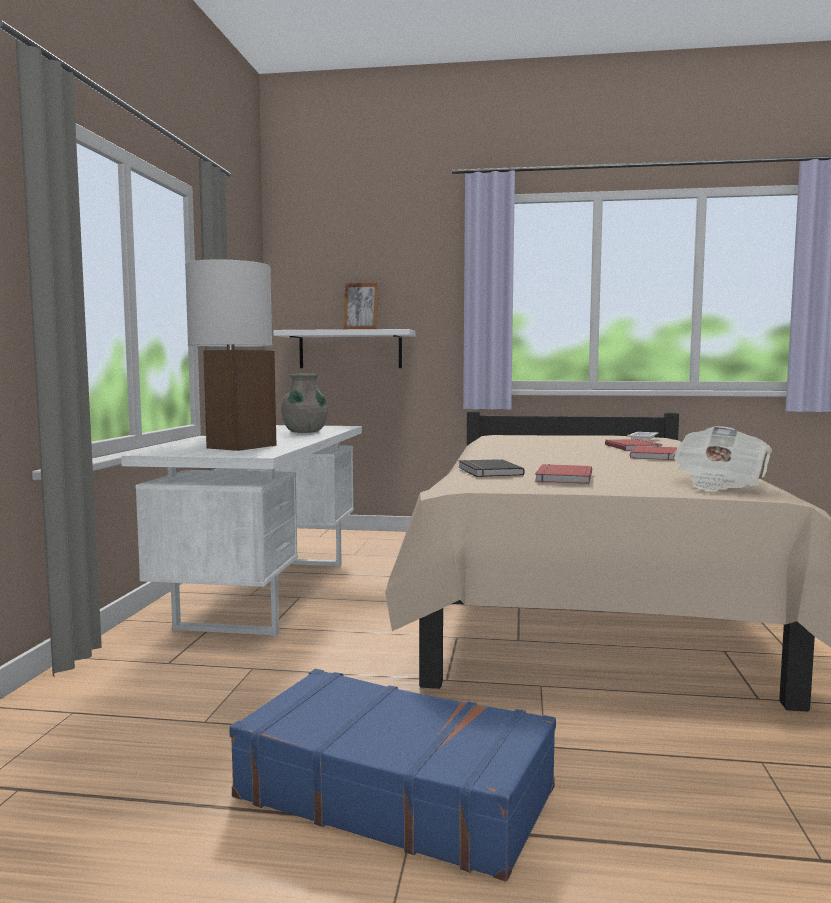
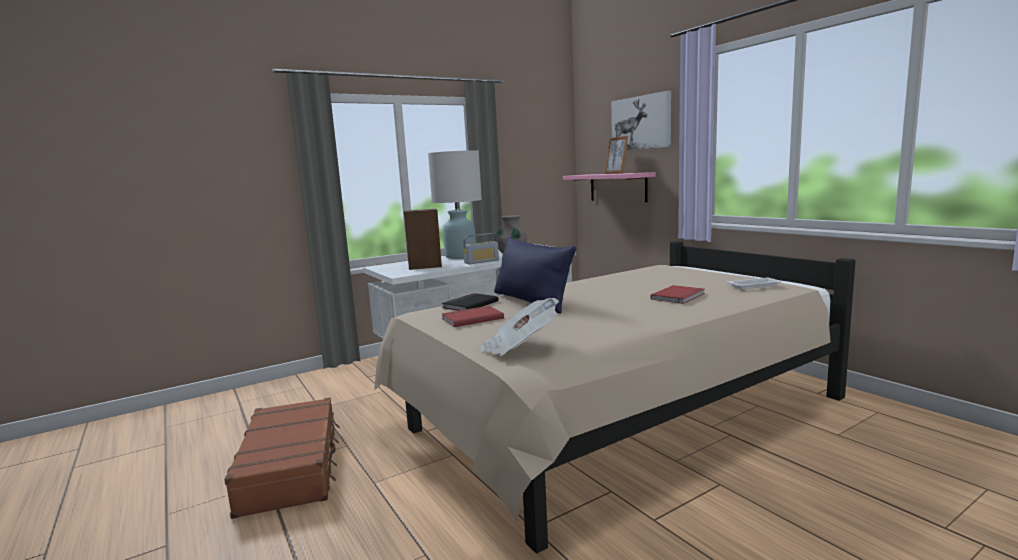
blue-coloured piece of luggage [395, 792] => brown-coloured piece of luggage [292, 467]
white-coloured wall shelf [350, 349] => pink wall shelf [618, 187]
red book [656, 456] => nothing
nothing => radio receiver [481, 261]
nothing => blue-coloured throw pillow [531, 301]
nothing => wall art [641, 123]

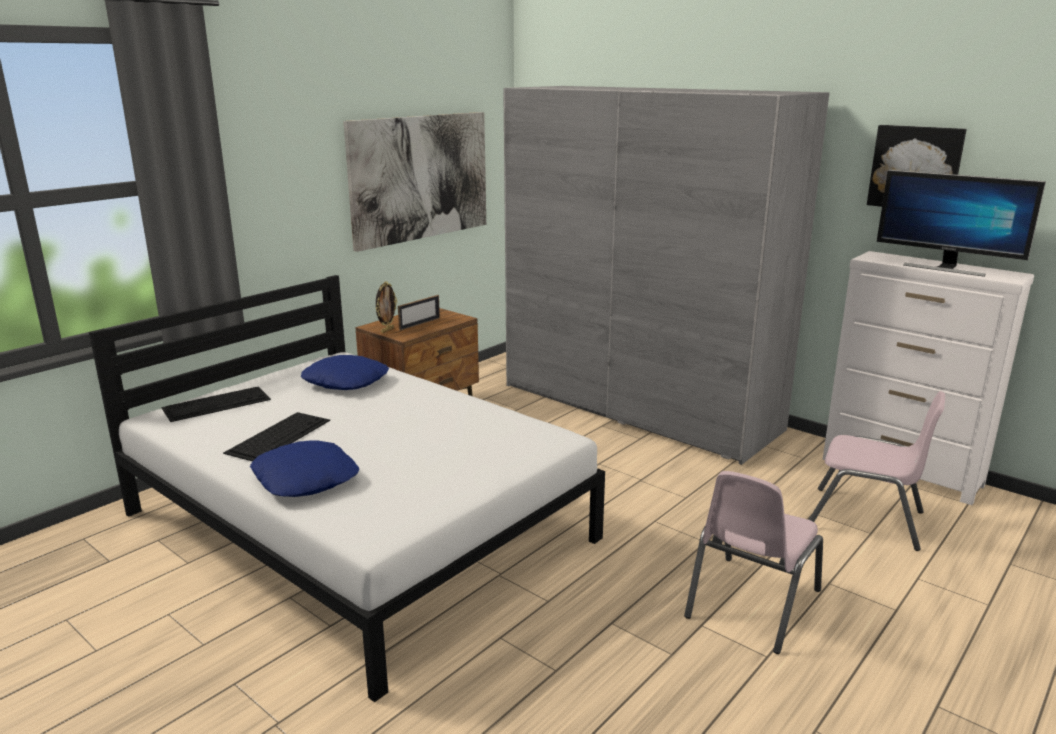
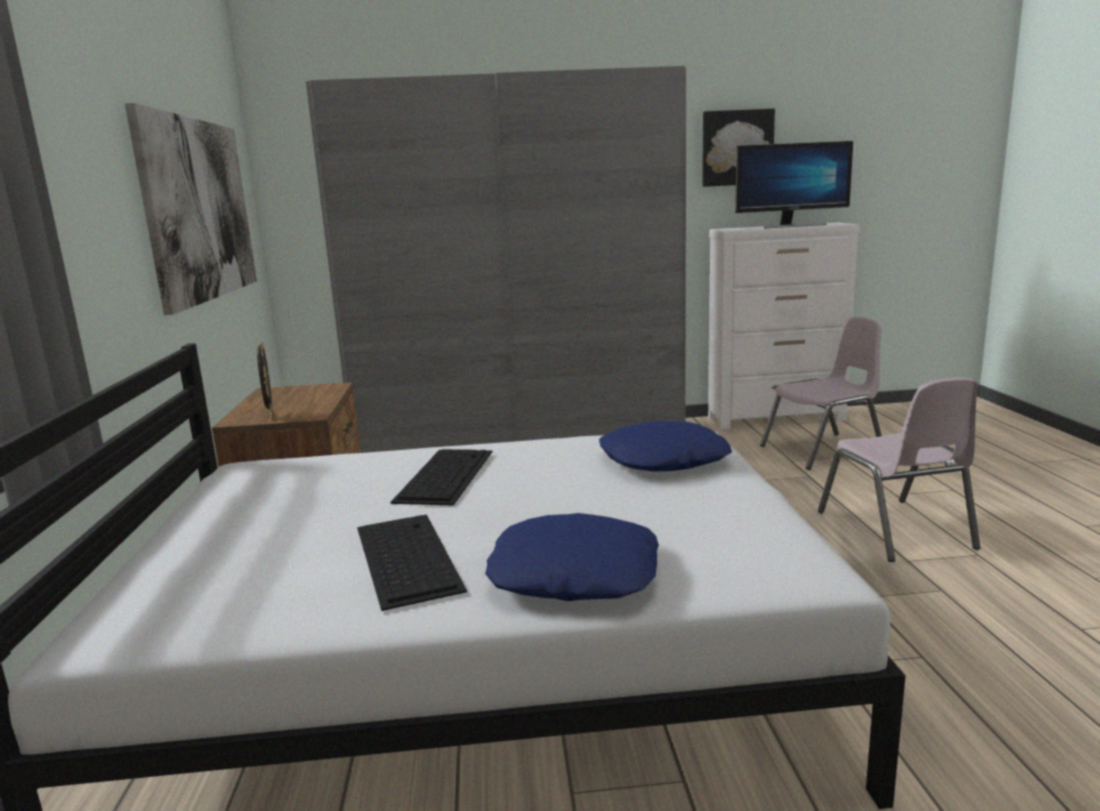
computer keyboard [217, 403] => computer keyboard [445, 475], relocated
blue-coloured throw pillow [346, 381] => blue-coloured throw pillow [663, 459], relocated
photo frame [419, 324] => nothing

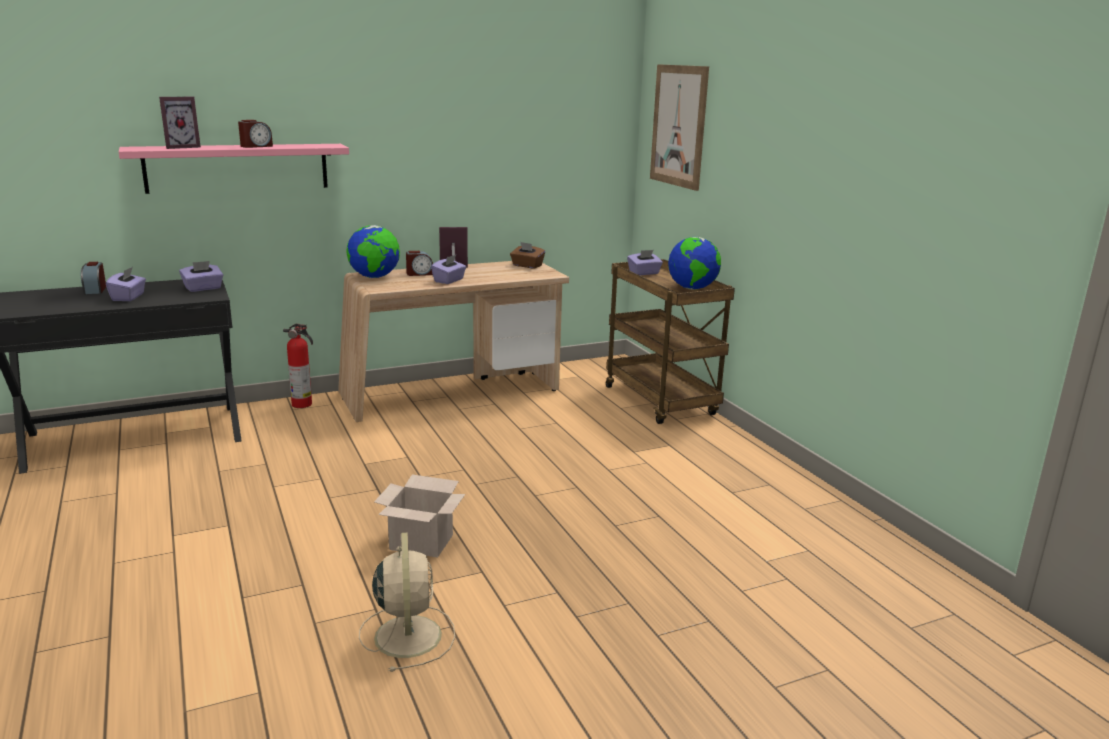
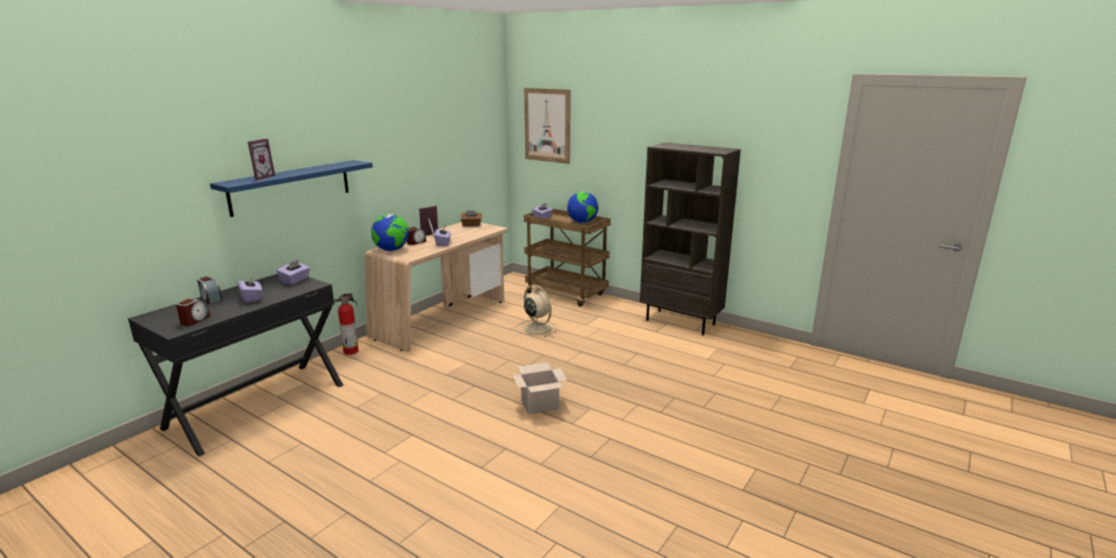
pink wall shelf [237, 167] => blue-coloured wall shelf [291, 187]
table clock [256, 146] => table clock [194, 320], relocated
sand-coloured electric fan [408, 634] => sand-coloured electric fan [536, 328], relocated
nothing => brown-coloured shelving unit [681, 322]

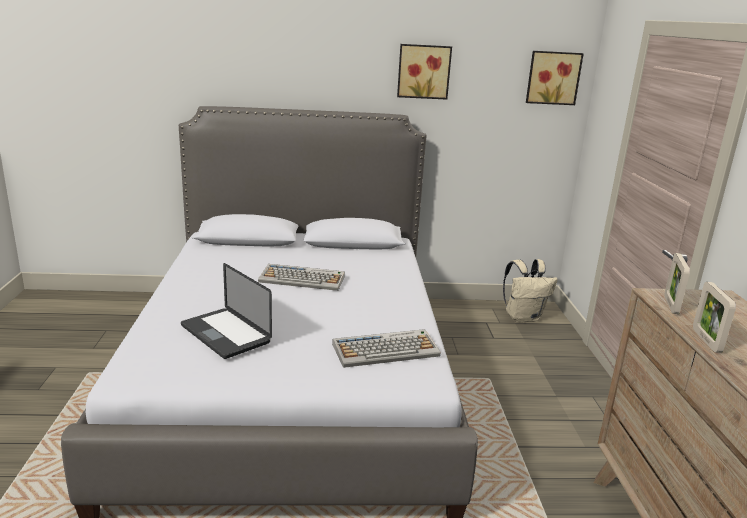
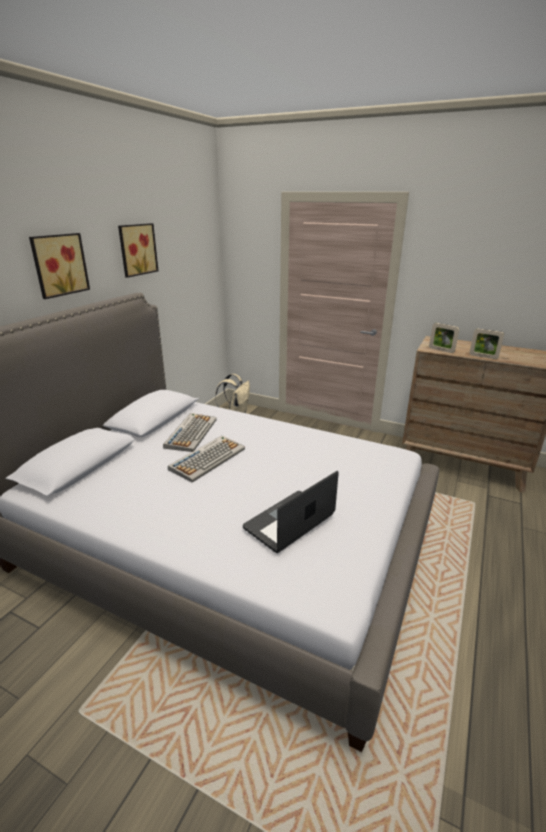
laptop [225, 334] => laptop [289, 521], 150 degrees clockwise
computer keyboard [386, 350] => computer keyboard [191, 433], relocated
wall art [553, 78] => wall art [58, 265], relocated

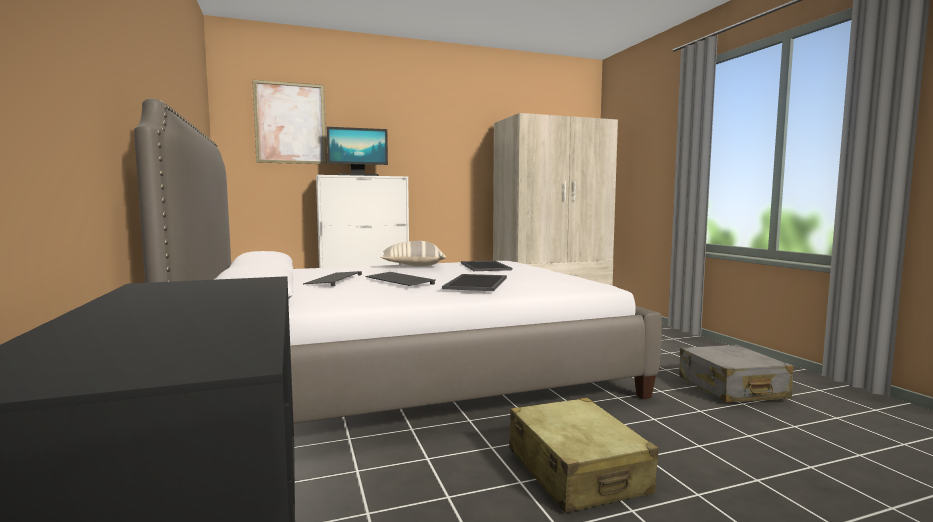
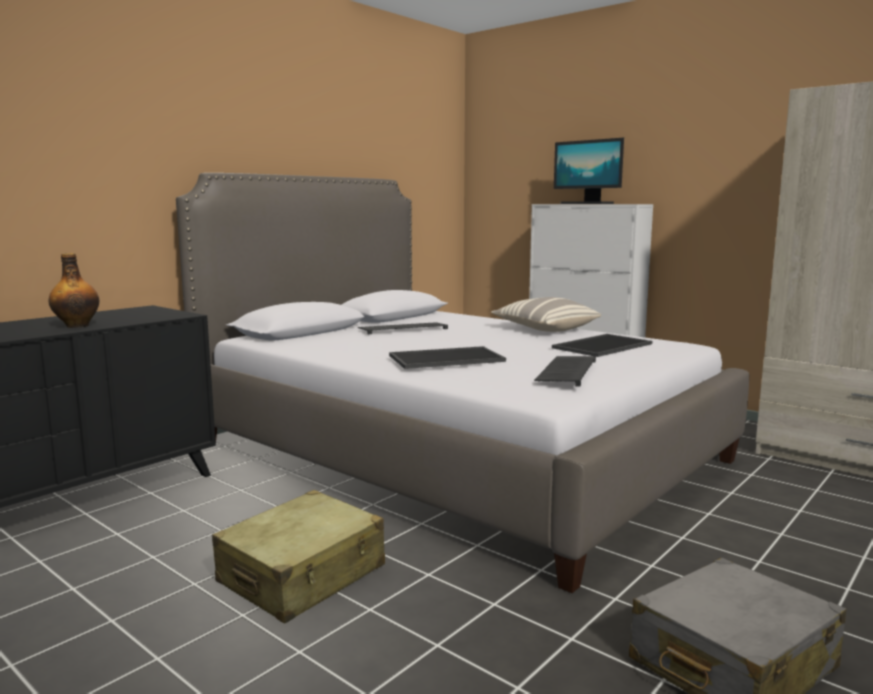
wall art [290, 123] => nothing
computer keyboard [397, 281] => computer keyboard [566, 371], relocated
nothing => bottle [77, 326]

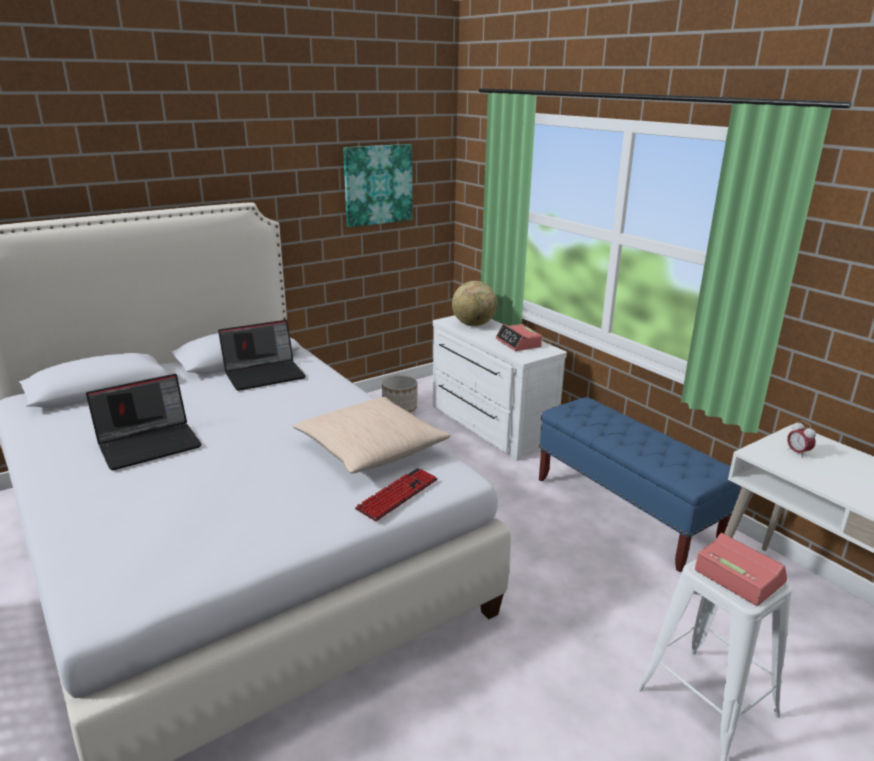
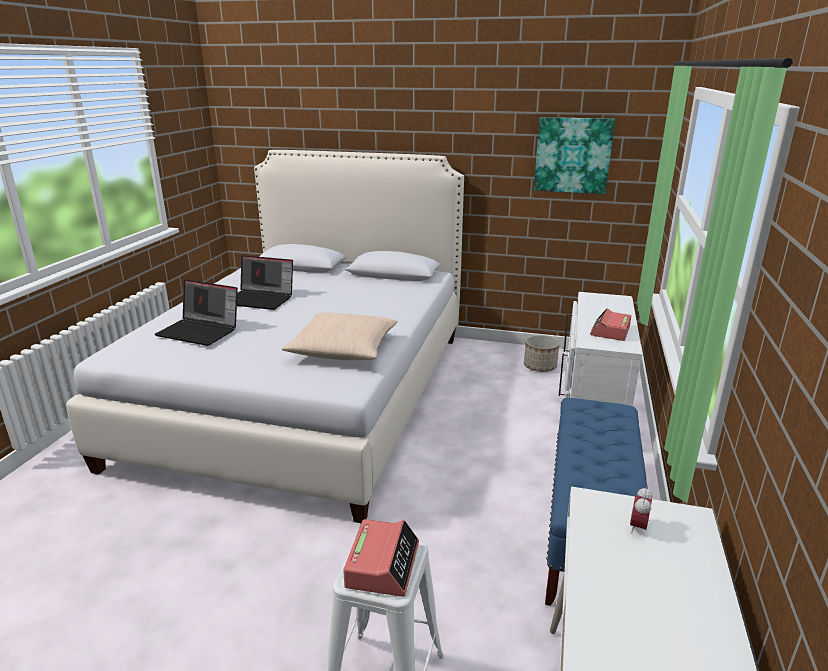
laptop [265, 374] => laptop [200, 331], relocated
computer keyboard [398, 495] => nothing
world globe [474, 324] => nothing

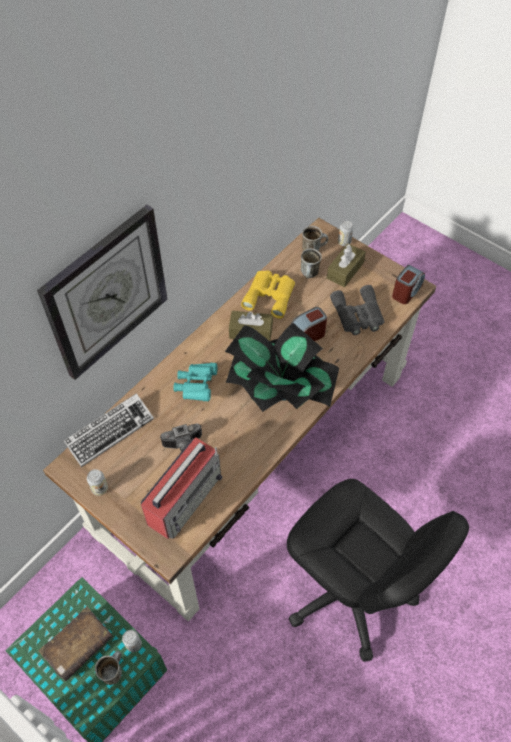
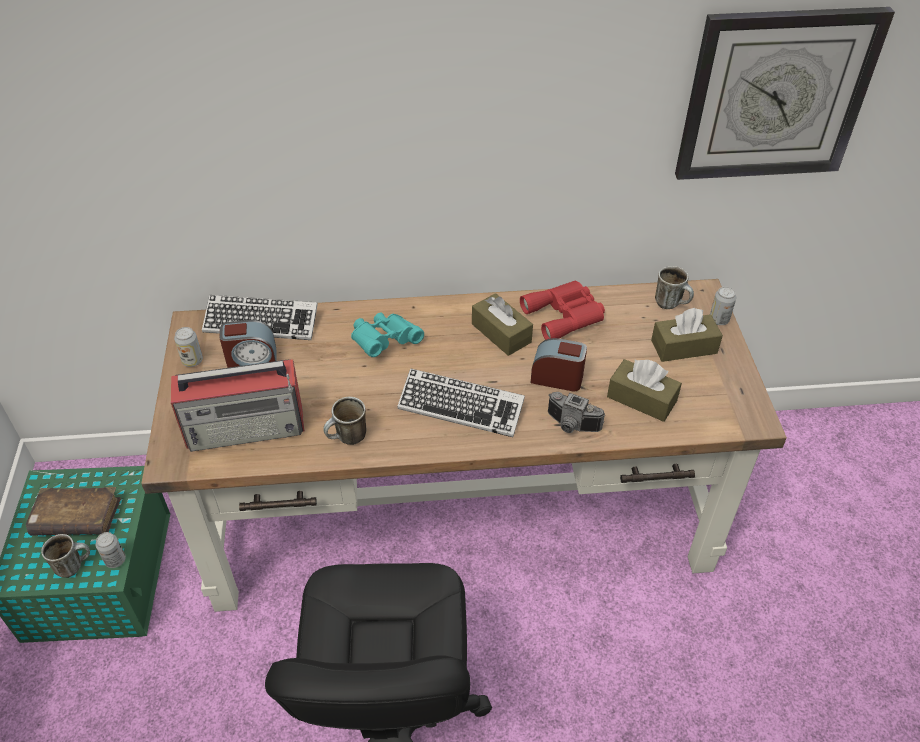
clock on the wall [106, 293] => clock on the wall [775, 95], relocated
still camera [183, 445] => still camera [571, 426], relocated
potted plant [281, 391] => computer keyboard [461, 407]
yellowish field glasses [270, 295] => red field glasses [565, 315]
mug [310, 275] => mug [347, 439], relocated
gray field glasses [357, 315] => brown-coloured tissue box [641, 399]
table clock [406, 291] => table clock [252, 359], relocated

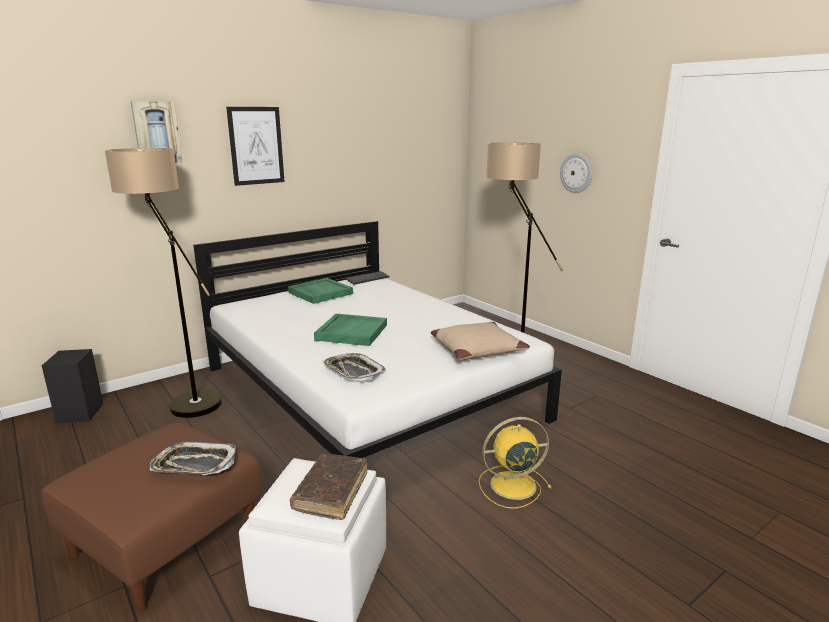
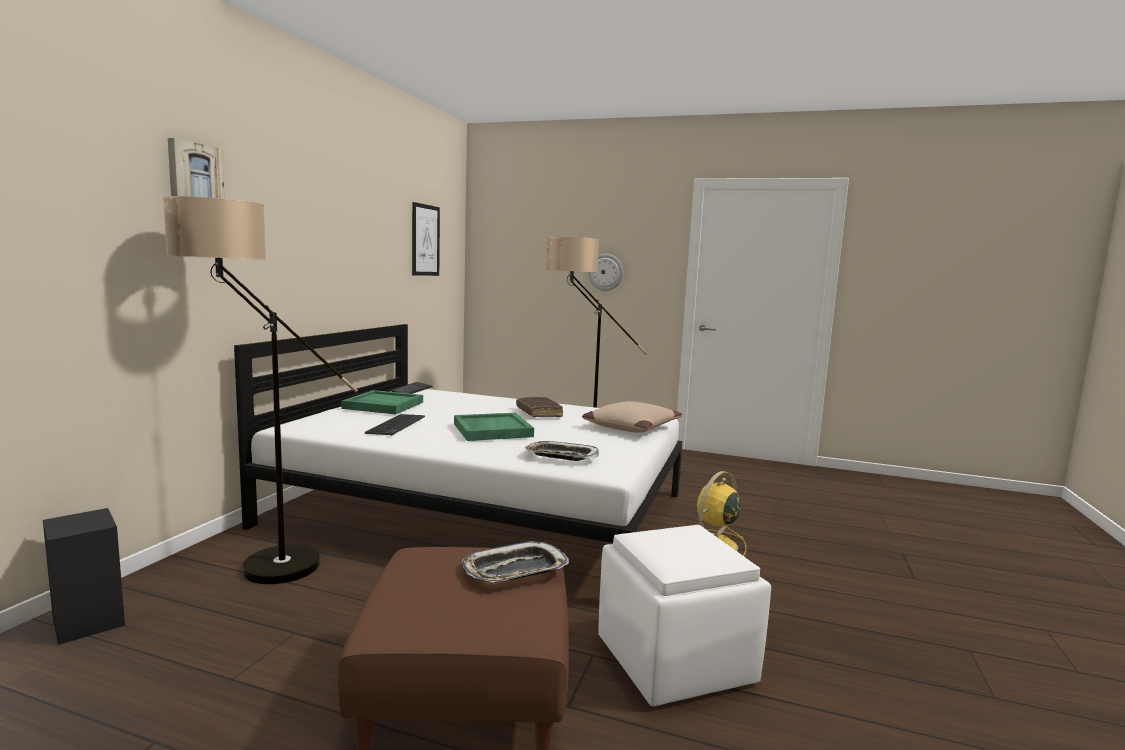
wall art [256, 146] => wall art [425, 240], relocated
brown-coloured book [331, 492] => brown-coloured book [538, 413], relocated
nothing => computer keyboard [395, 425]

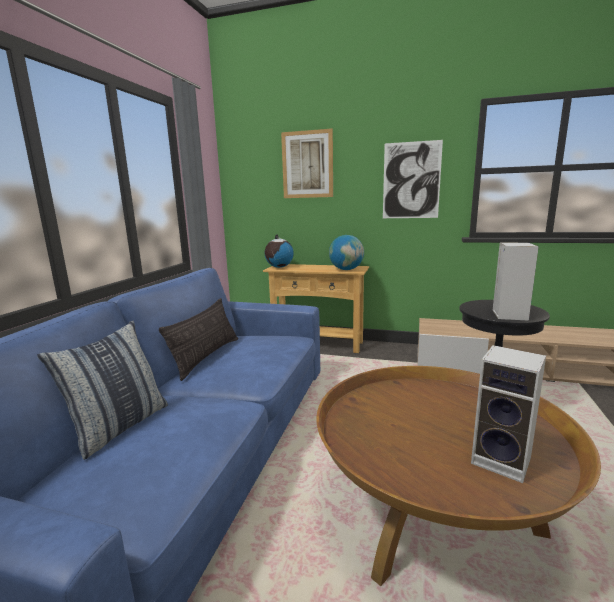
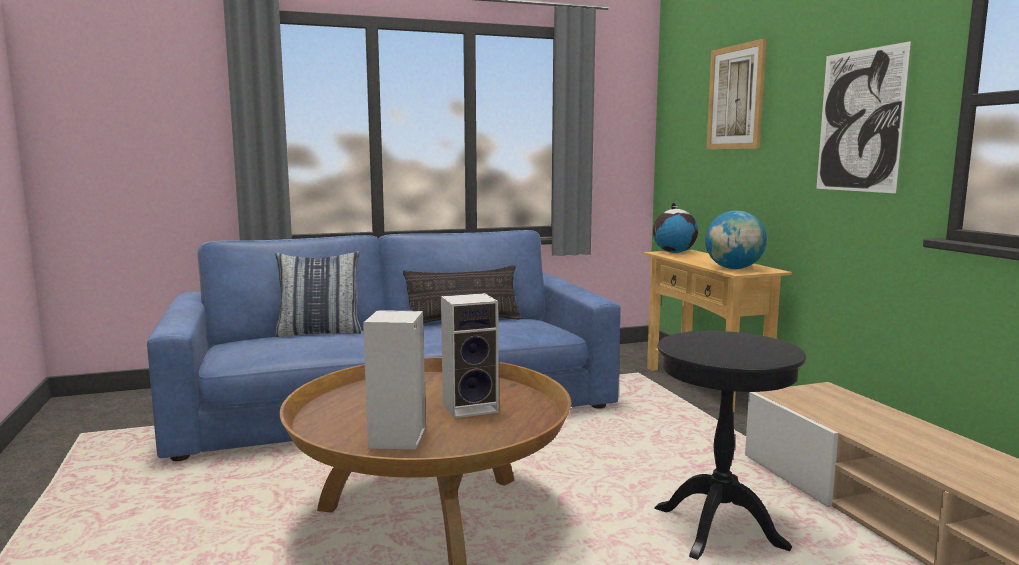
speaker [508, 314] => speaker [472, 407], relocated

